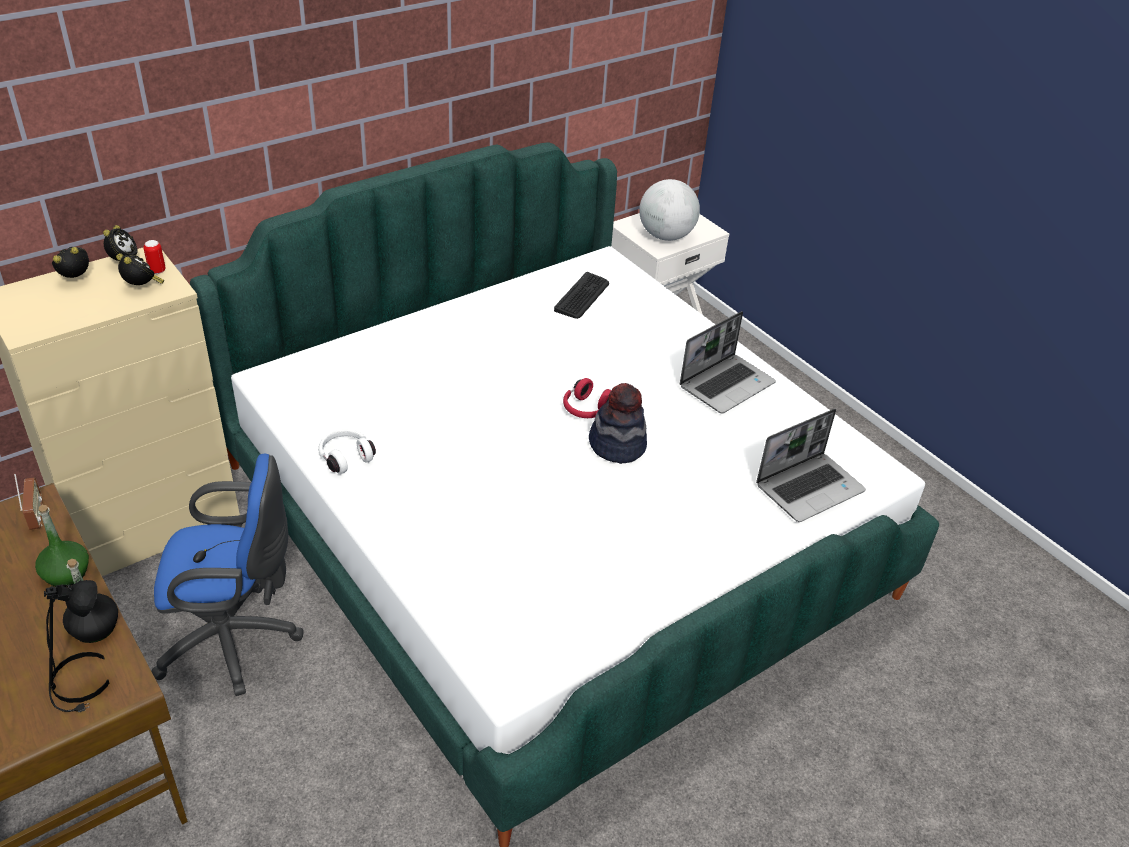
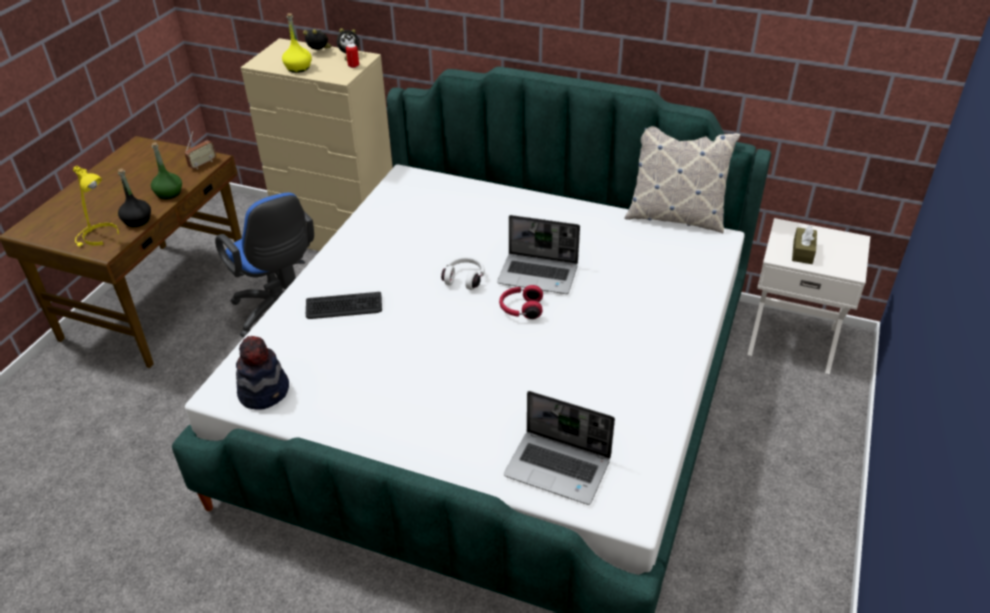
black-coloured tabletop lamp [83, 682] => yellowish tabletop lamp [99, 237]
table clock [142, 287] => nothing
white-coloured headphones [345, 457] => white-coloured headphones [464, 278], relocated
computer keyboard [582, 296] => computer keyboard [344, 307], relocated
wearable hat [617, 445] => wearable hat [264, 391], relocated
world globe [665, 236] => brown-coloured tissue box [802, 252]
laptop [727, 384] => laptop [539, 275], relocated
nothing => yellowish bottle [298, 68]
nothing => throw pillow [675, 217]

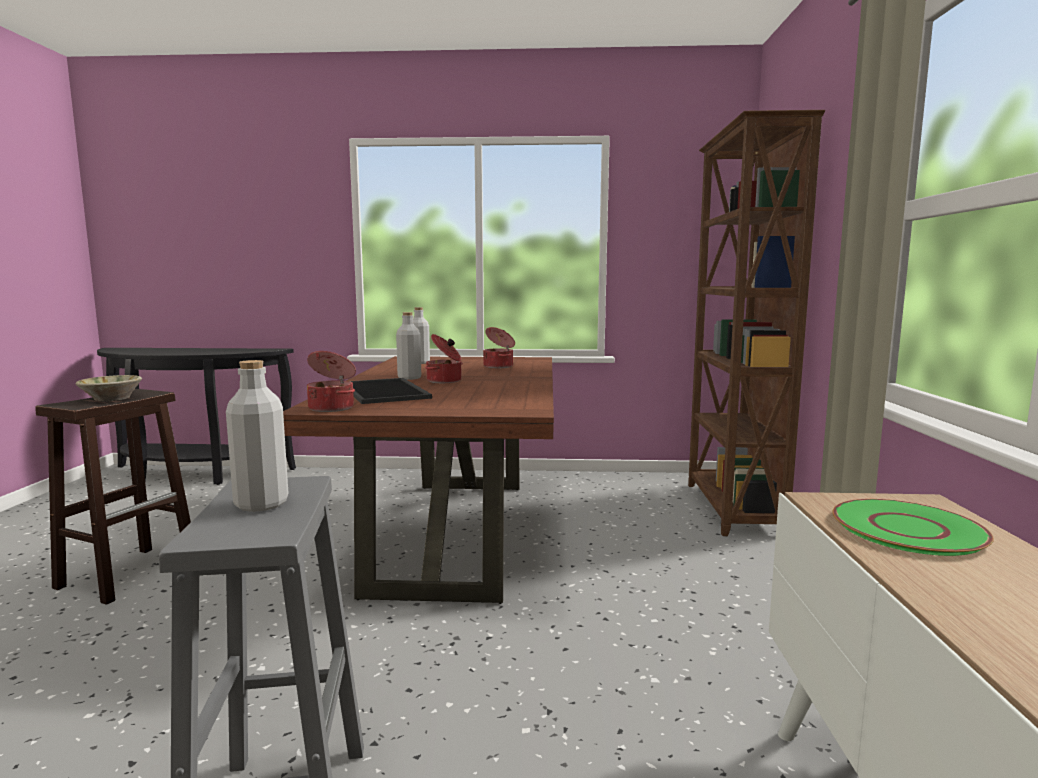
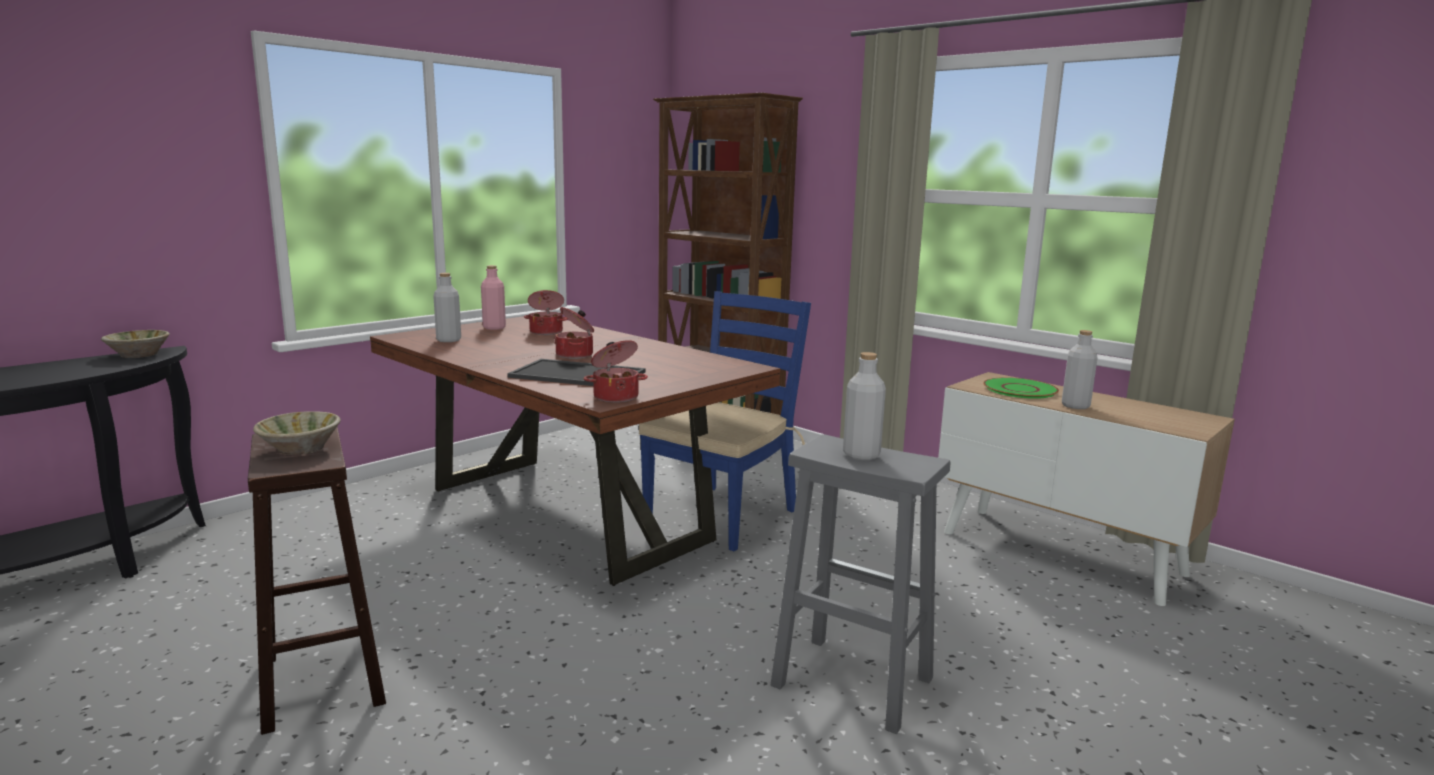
gray bottle [409, 378] => gray bottle [1075, 406], relocated
nothing => sand-coloured serving bowl [138, 354]
nothing => pink bottle [494, 328]
nothing => blue-coloured upright chair [722, 515]

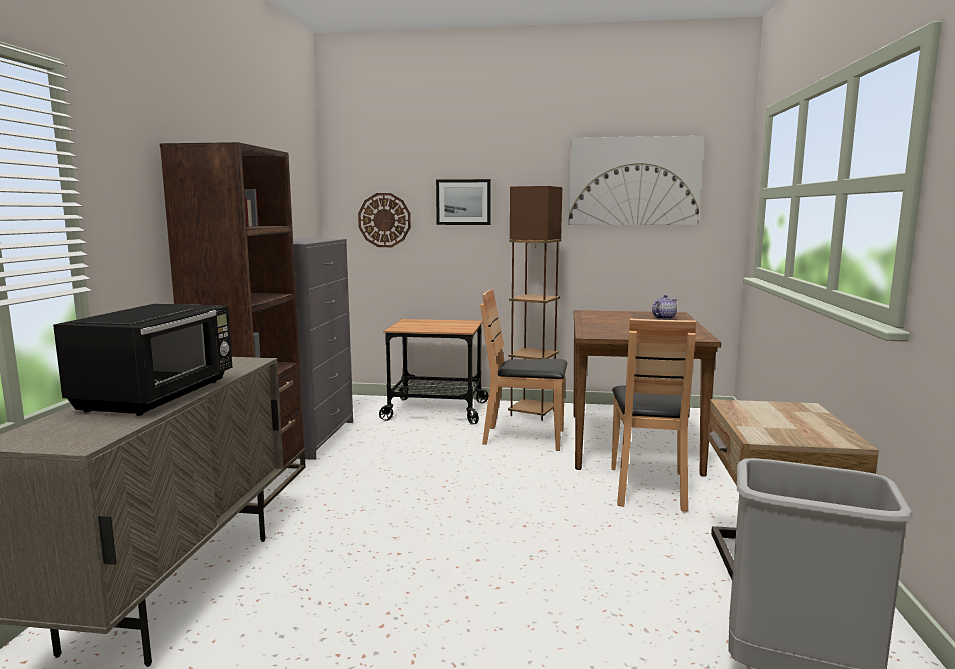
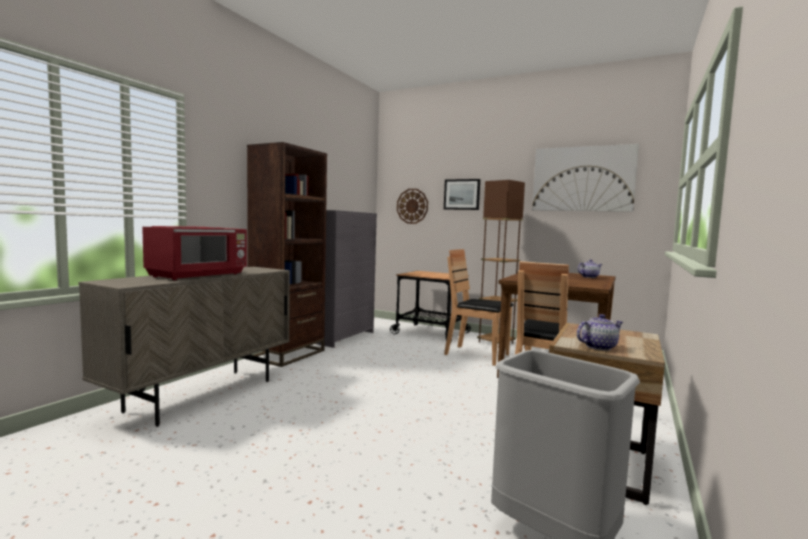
black-coloured kitchen microwave [159, 395] => red kitchen microwave [199, 275]
nothing => teapot [598, 347]

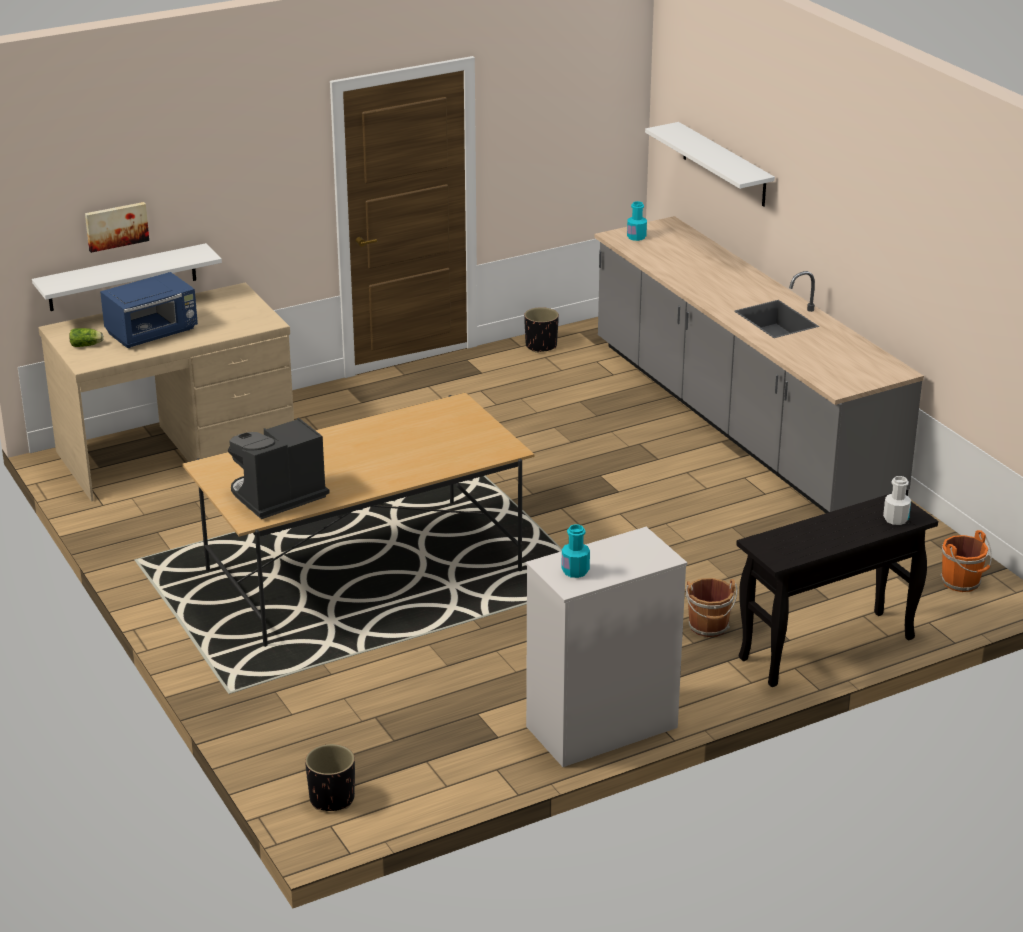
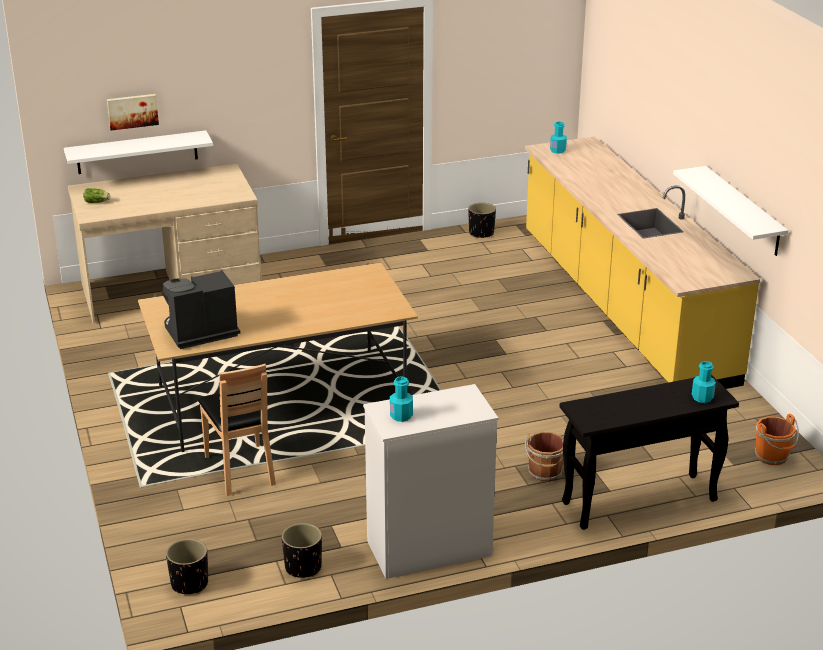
blue-coloured kitchen microwave [153, 333] => nothing
gray kitchen base unit [739, 421] => yellowish kitchen base unit [623, 306]
white-coloured wall shelf [724, 165] => white-coloured wall shelf [743, 211], relocated
white-coloured bottle [895, 519] => turquoise-coloured bottle [702, 397]
nothing => brown-coloured upright chair [241, 469]
nothing => black-coloured flower pot [303, 567]

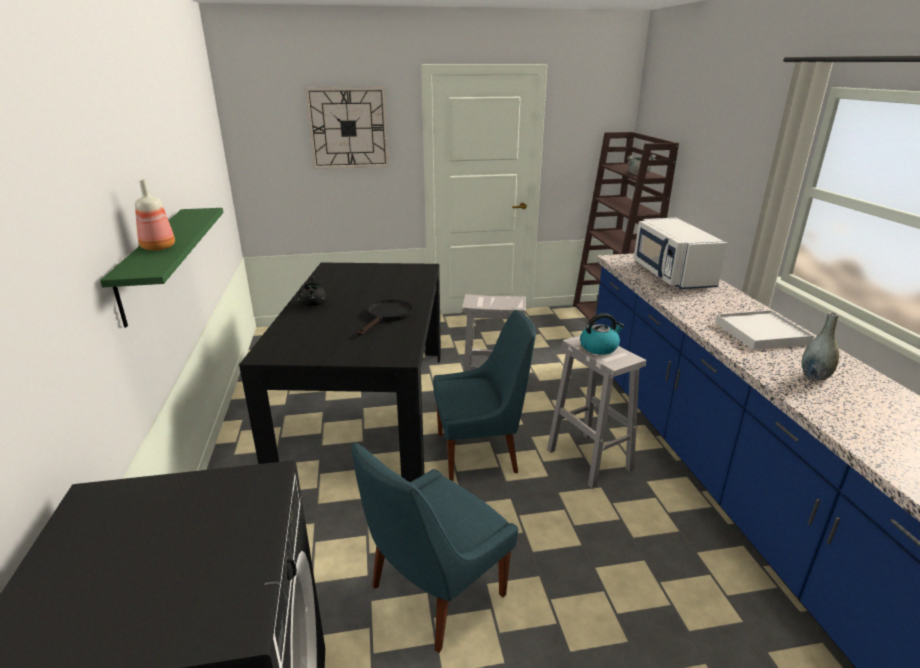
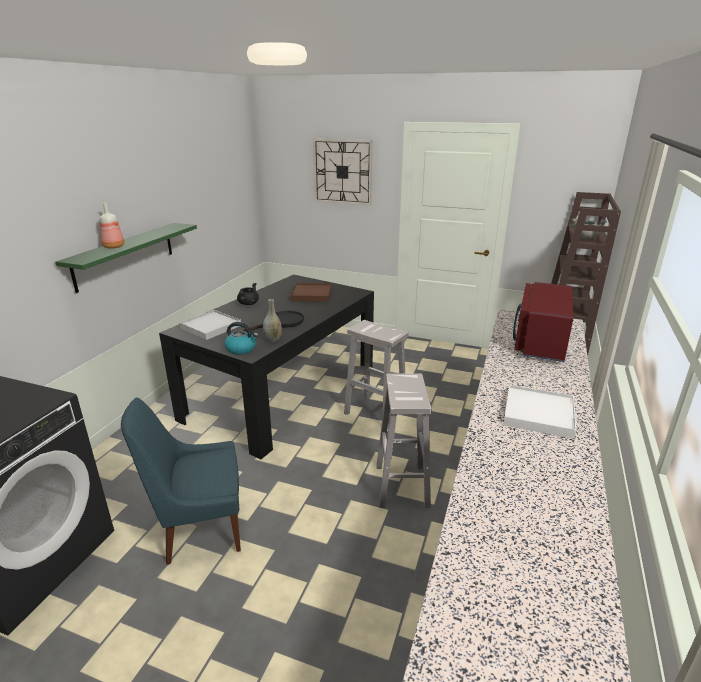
blue-coloured upright chair [480, 452] => nothing
water kettle [599, 347] => water kettle [241, 349], relocated
white-coloured kitchen microwave [671, 275] => red kitchen microwave [539, 341]
gray flower vase [814, 376] => gray flower vase [273, 339], relocated
nothing => white-coloured carrying tray [210, 327]
nothing => brown-coloured carrying tray [311, 294]

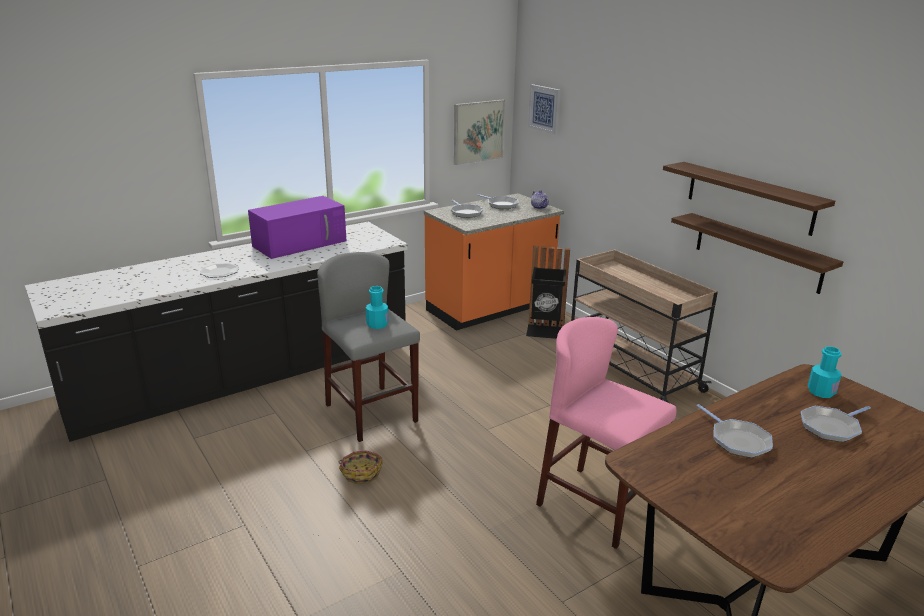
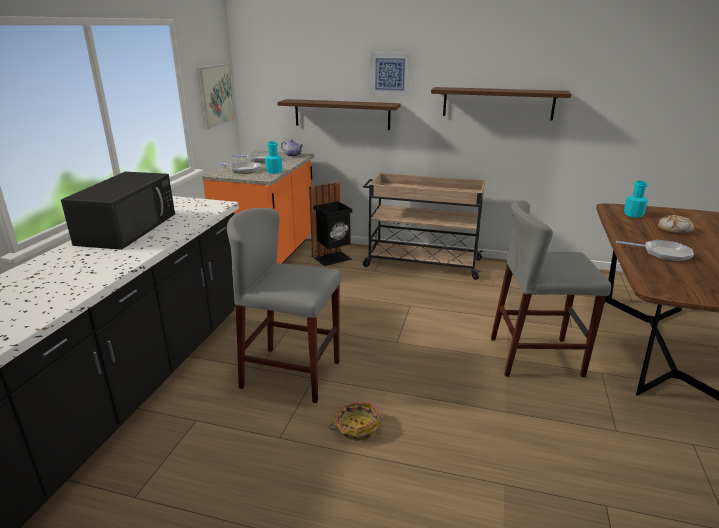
flat dish [219, 272] => nothing
purple kitchen microwave [301, 243] => black-coloured kitchen microwave [128, 228]
turquoise-coloured bottle [377, 324] => turquoise-coloured bottle [274, 171], relocated
wall art [545, 108] => wall art [390, 74], relocated
pink stool [596, 506] => gray stool [536, 357]
wall shelf [757, 252] => wall shelf [342, 114], relocated
skillet [831, 427] => bread [674, 229]

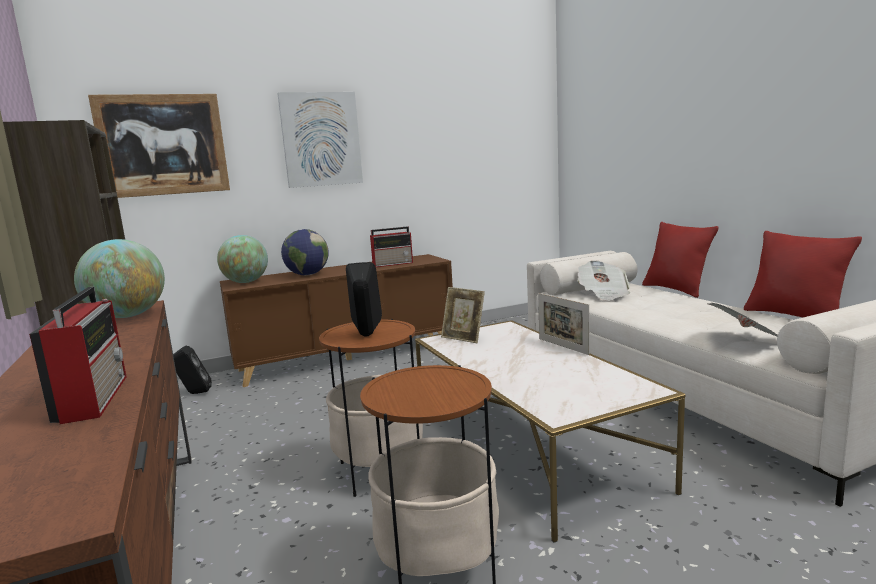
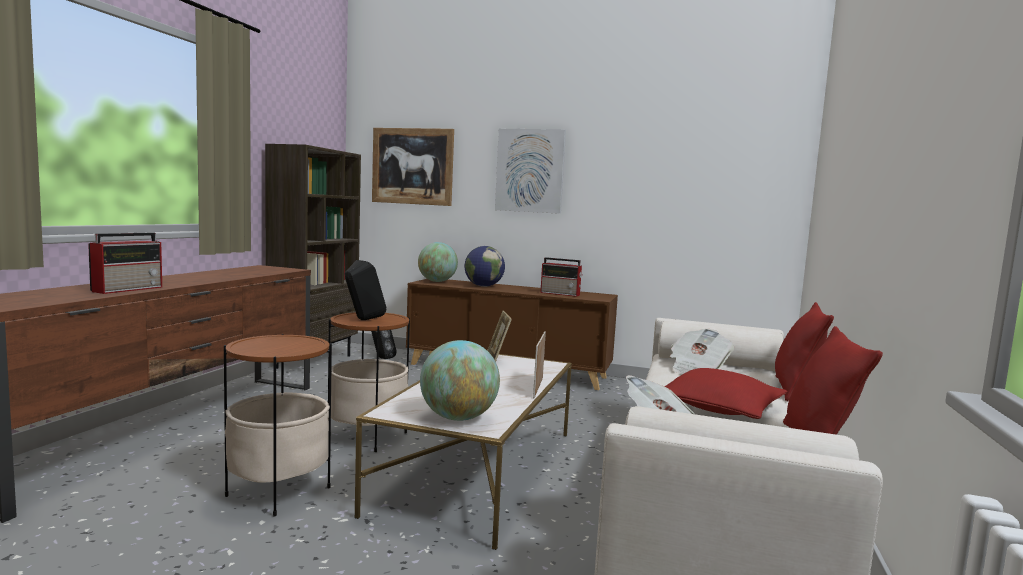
world globe [128, 316] => world globe [458, 418], relocated
nothing => red throw pillow [719, 408]

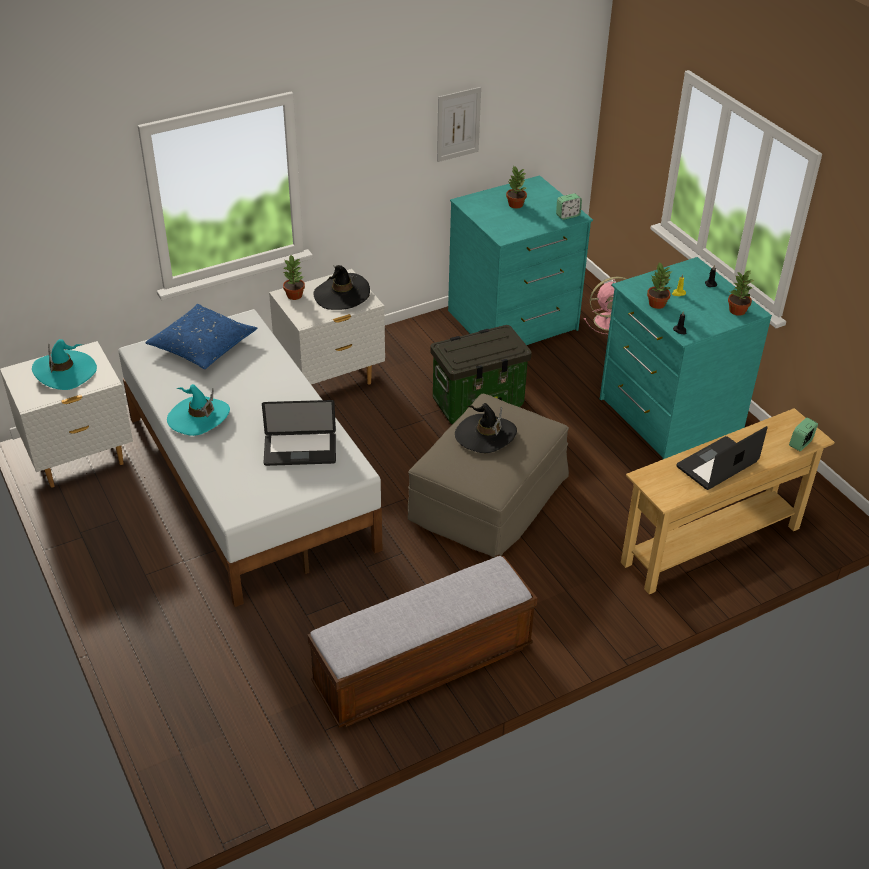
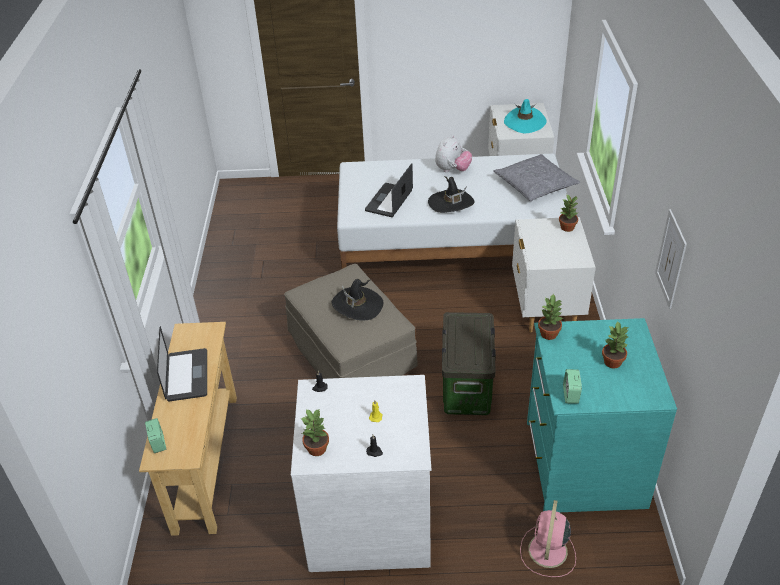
blue-coloured throw pillow [202, 345] => gray throw pillow [535, 185]
turquoise-coloured wearable hat [199, 417] => cuddly toy [452, 170]
long seat [423, 667] => nothing
black-coloured wearable hat [341, 295] => black-coloured wearable hat [451, 203], relocated
turquoise-coloured dresser [668, 415] => white-coloured dresser [369, 520]
potted plant [656, 303] => potted plant [549, 334], relocated

